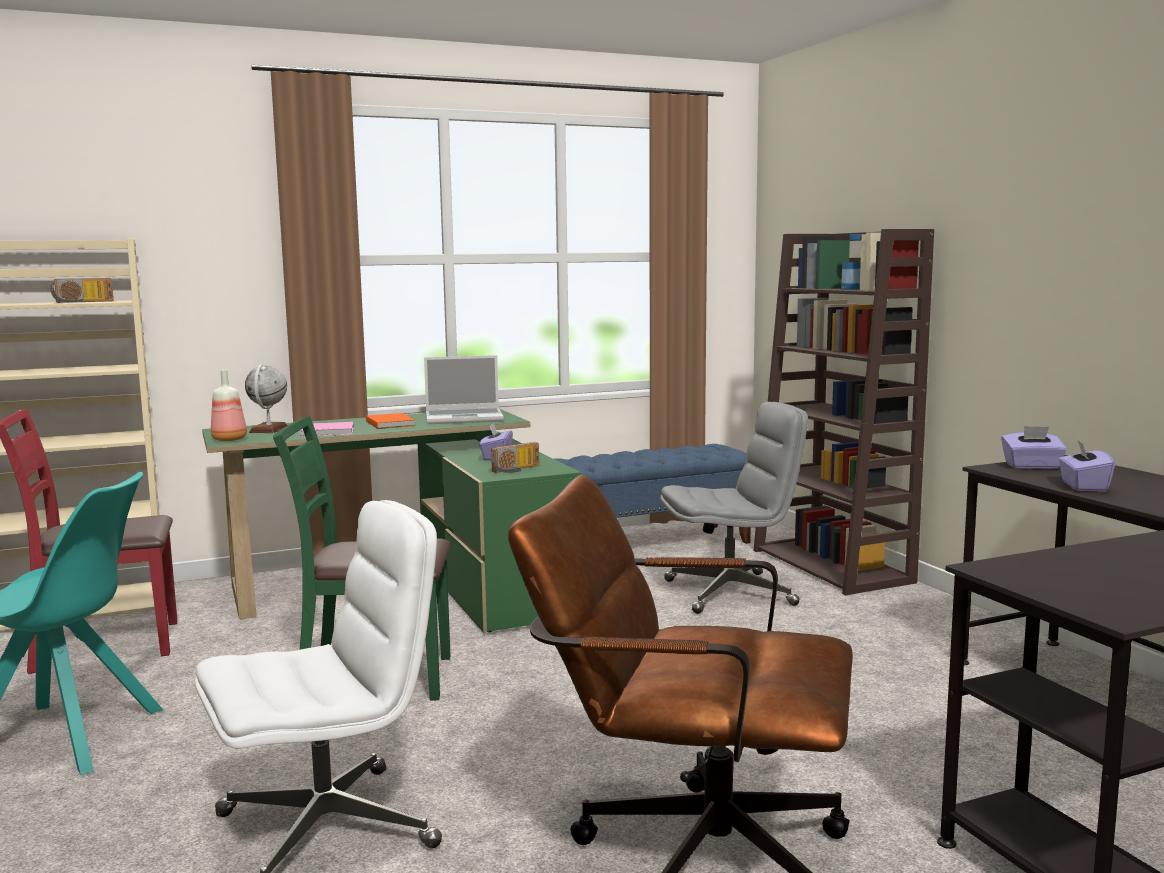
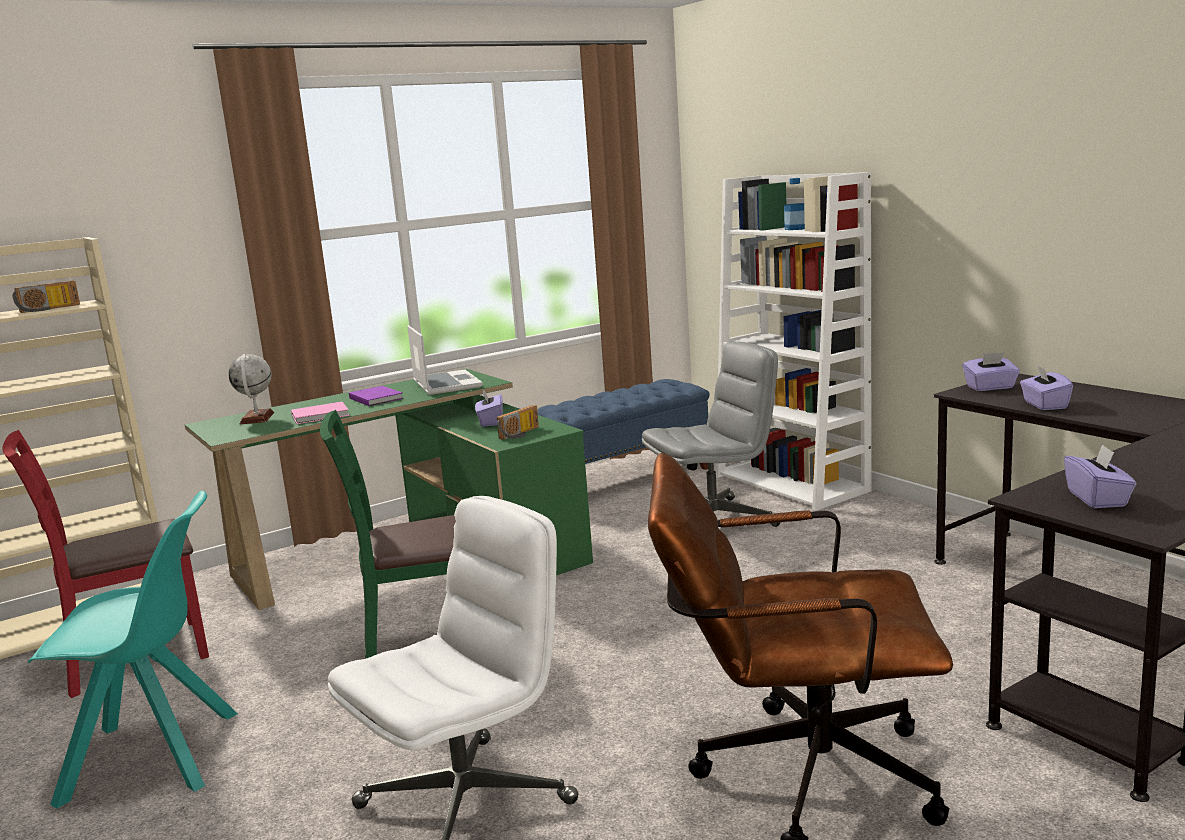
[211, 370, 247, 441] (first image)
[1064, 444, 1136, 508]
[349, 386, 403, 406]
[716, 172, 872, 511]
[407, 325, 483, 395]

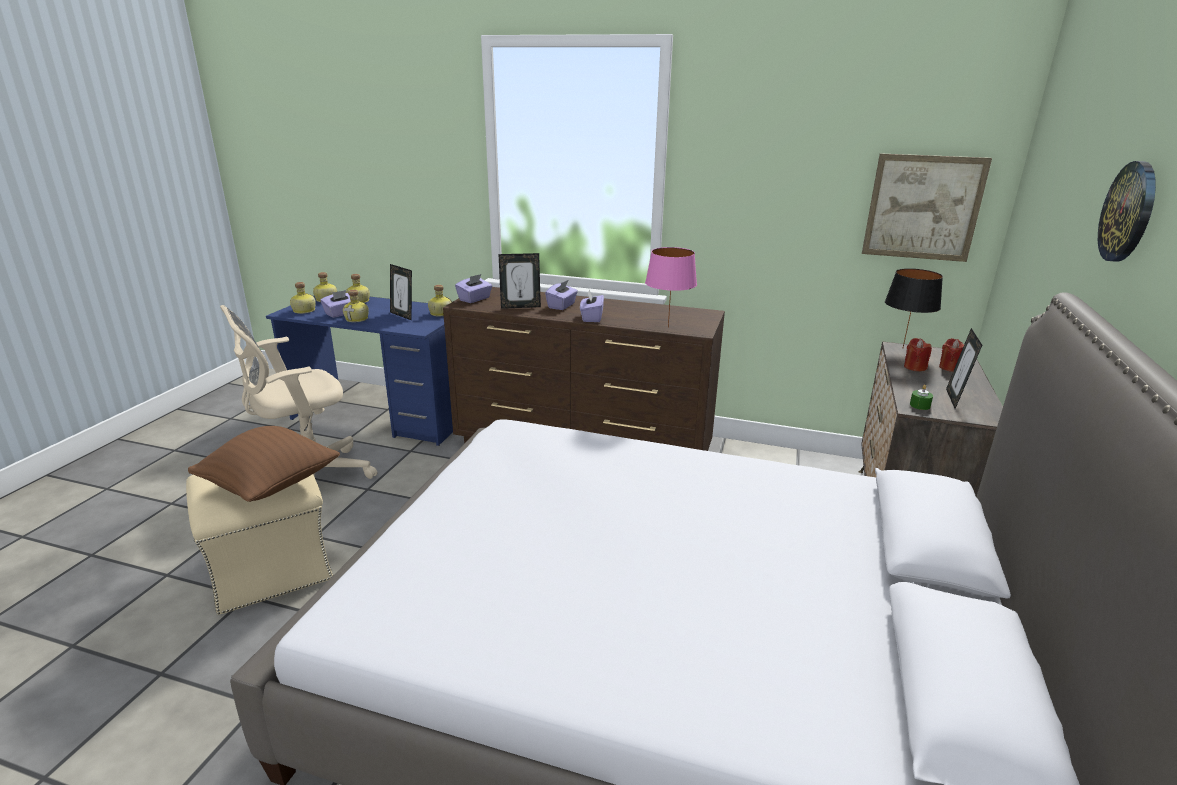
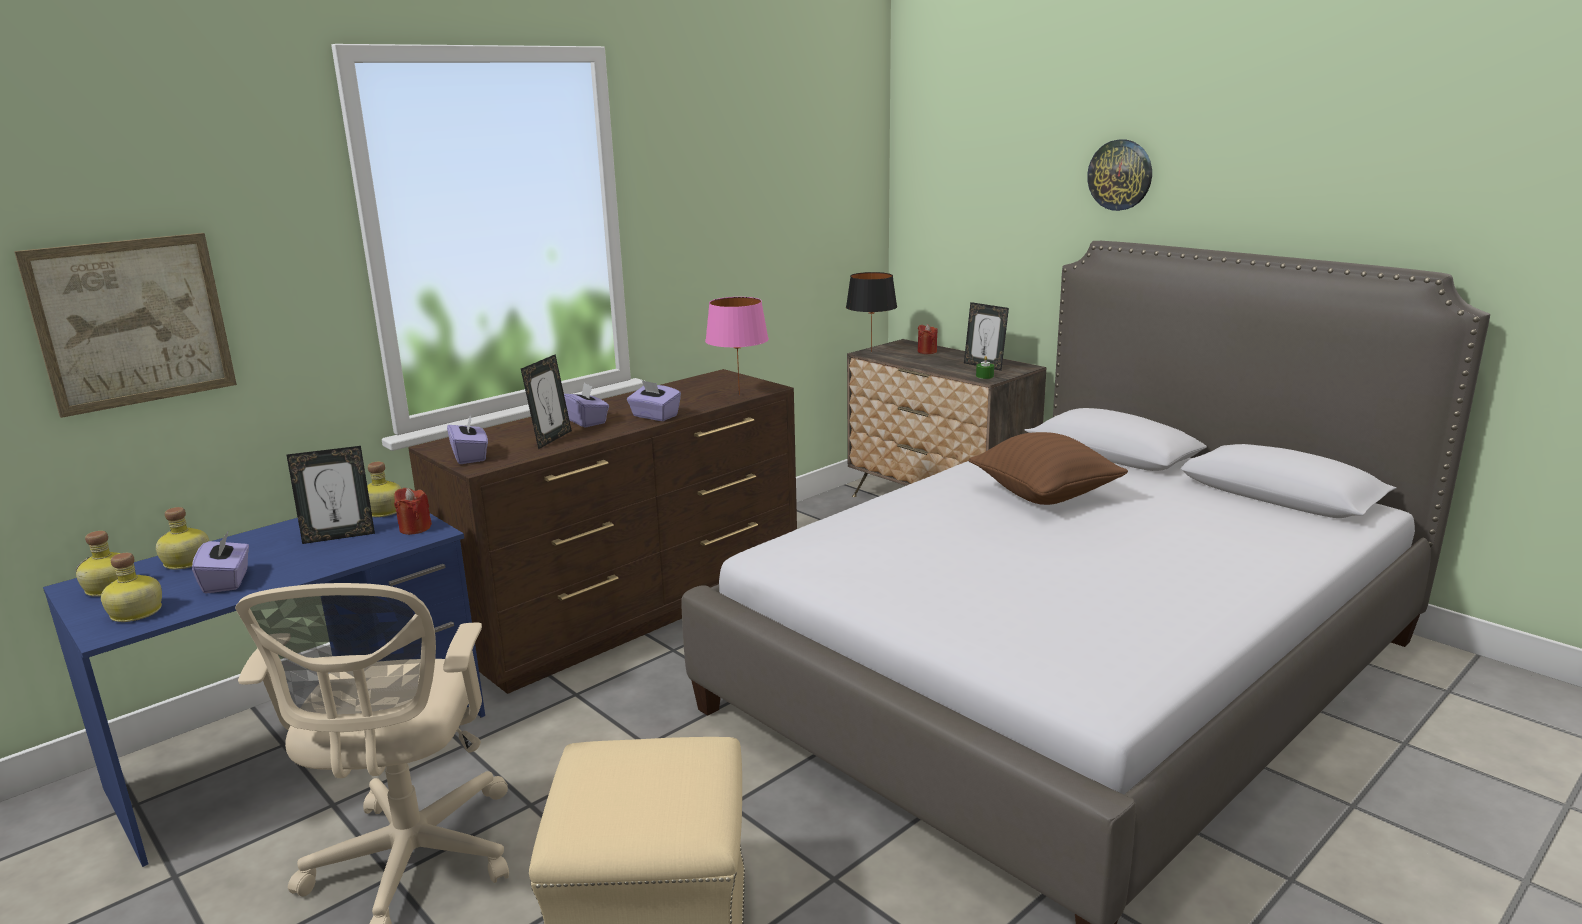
[343, 290, 369, 322] (first image)
[969, 432, 1128, 505]
[14, 233, 237, 418]
[394, 488, 432, 535]

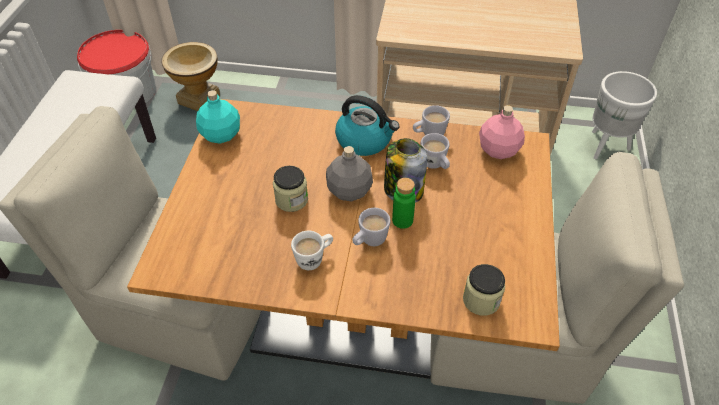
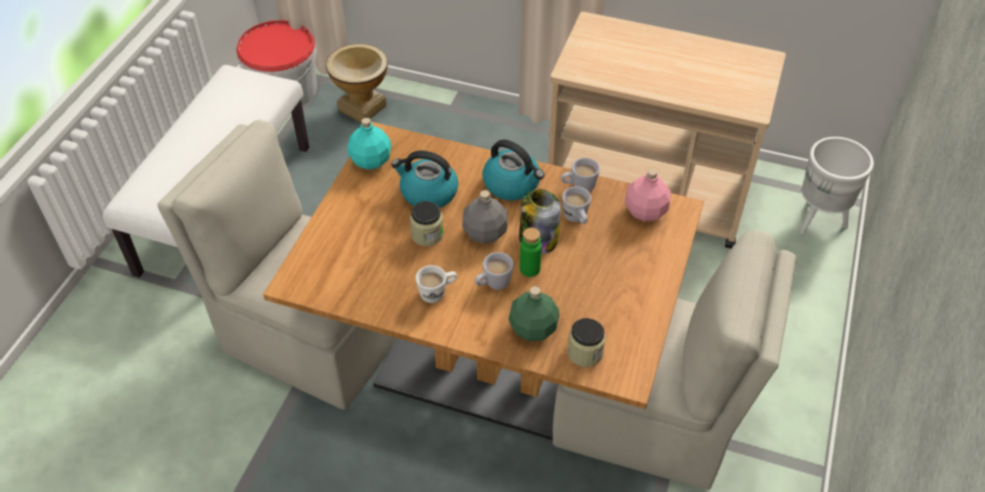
[391, 151, 458, 208]
[508, 286, 559, 341]

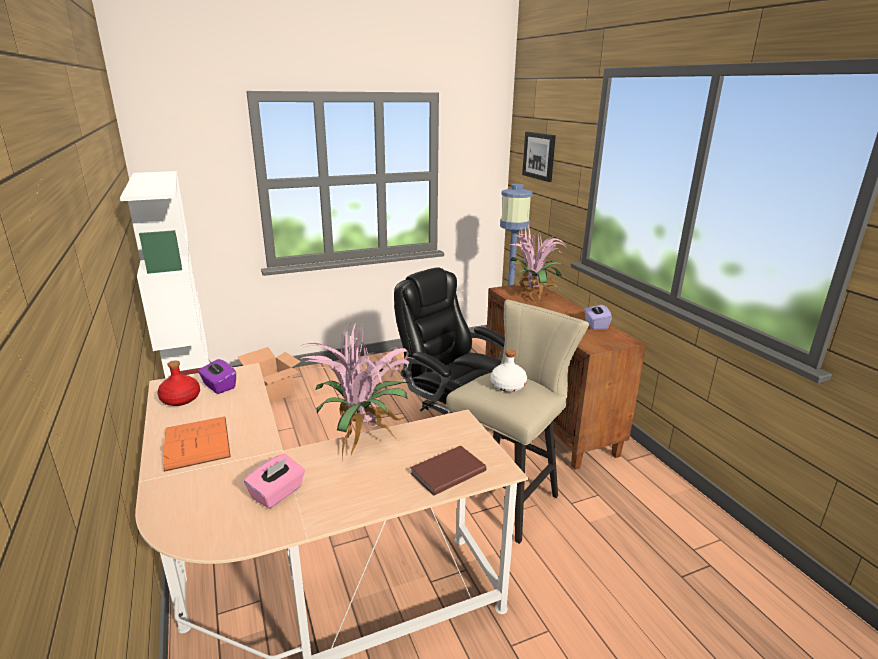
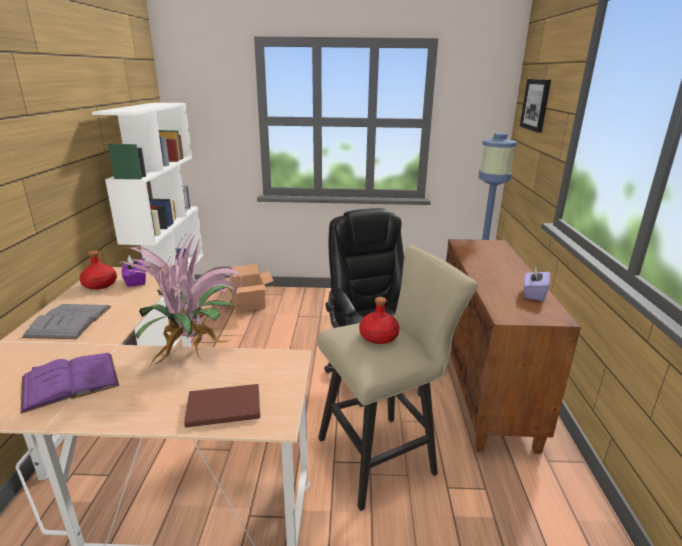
[505, 224, 566, 305] (first image)
[20, 353, 119, 414]
[22, 304, 111, 339]
[359, 297, 400, 344]

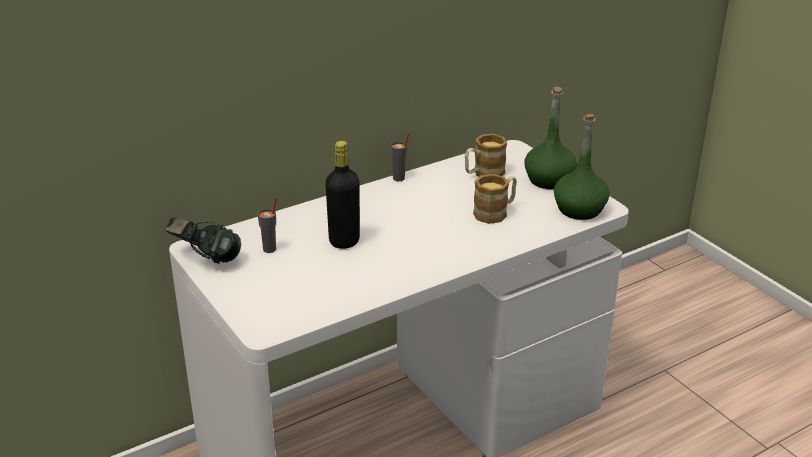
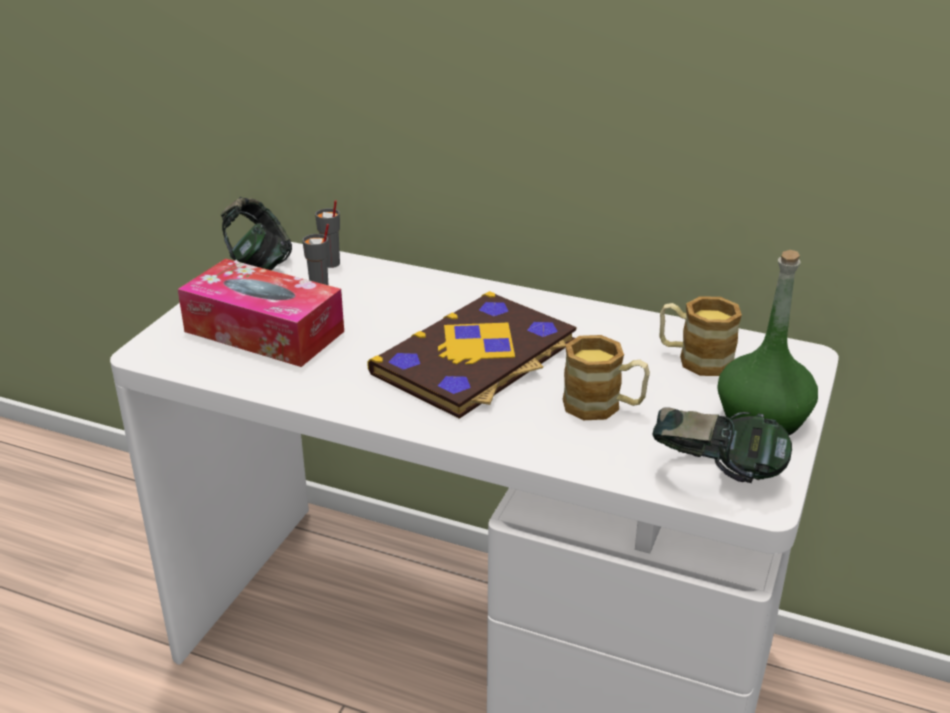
[325, 141, 360, 249] (first image)
[178, 259, 344, 367]
[367, 291, 576, 419]
[315, 200, 340, 268]
[653, 407, 792, 483]

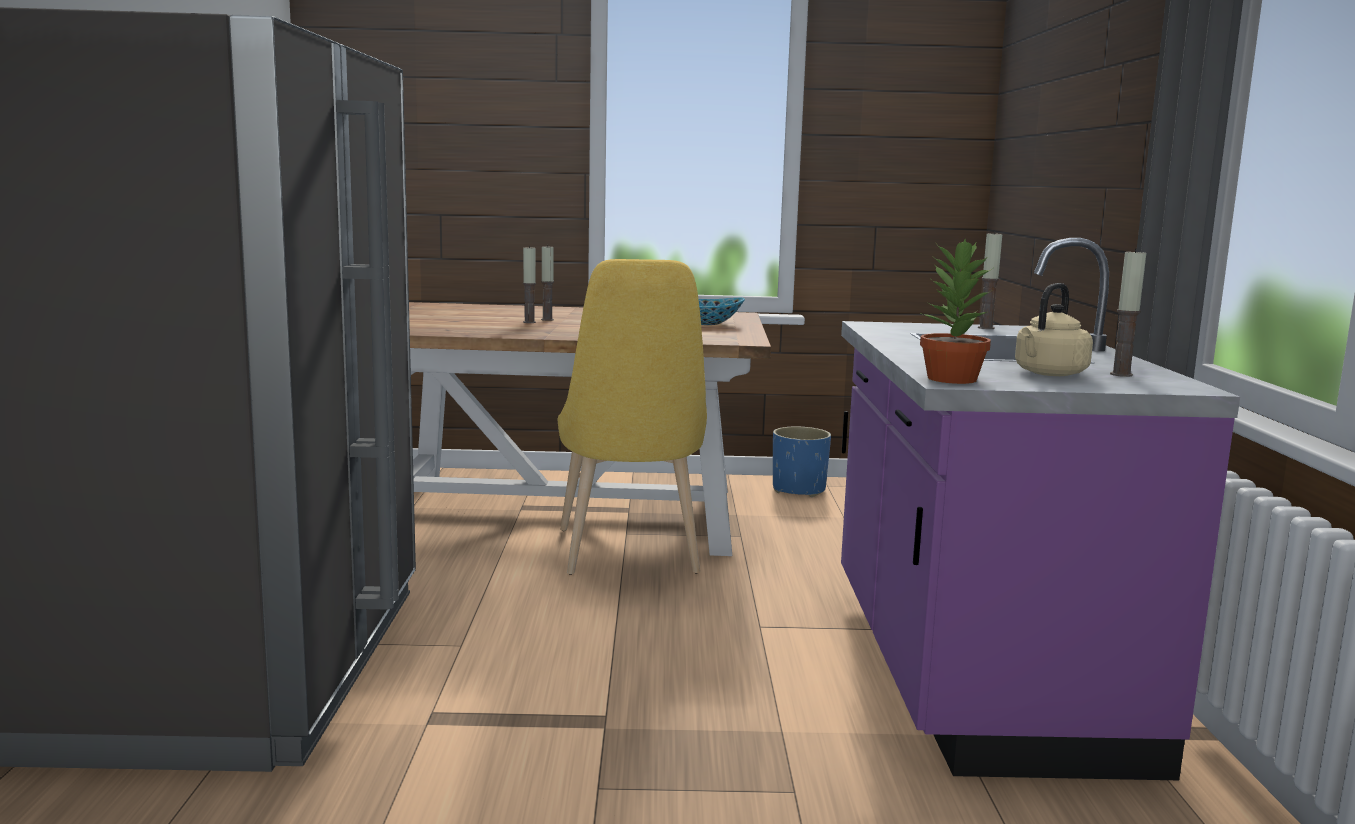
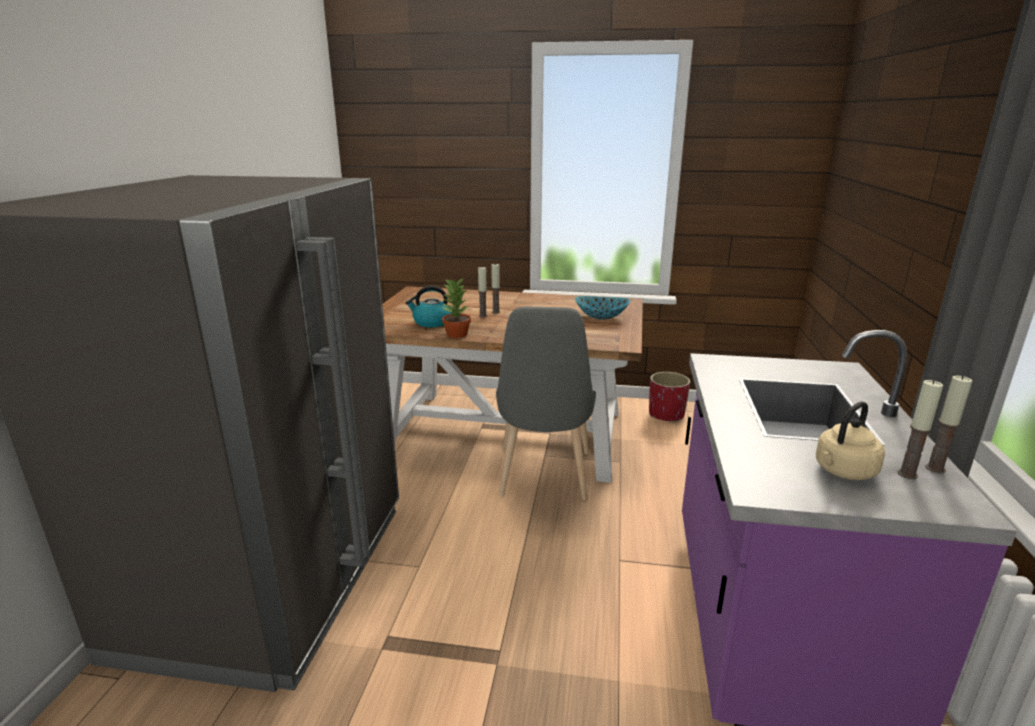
[406, 286, 452, 327]
[442, 279, 471, 338]
[925, 375, 972, 473]
[496, 307, 596, 500]
[649, 372, 690, 423]

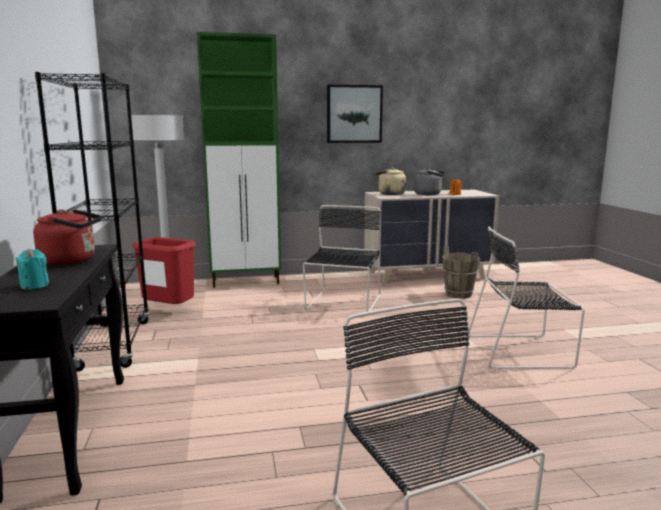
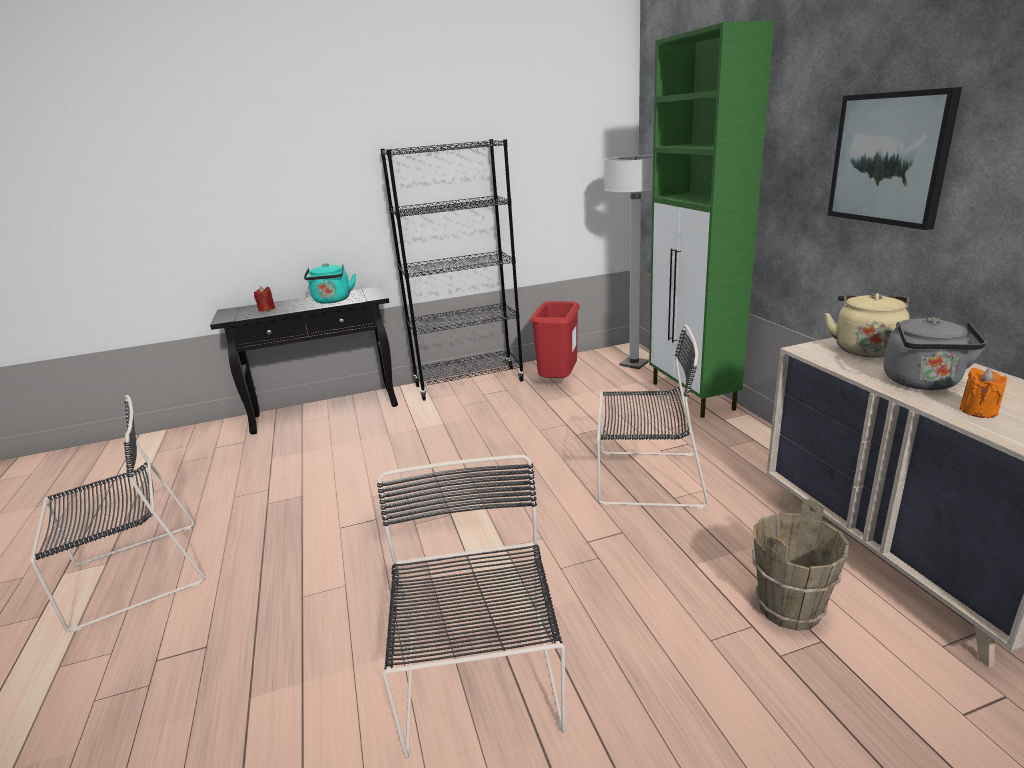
[254, 286, 275, 312]
[304, 263, 356, 304]

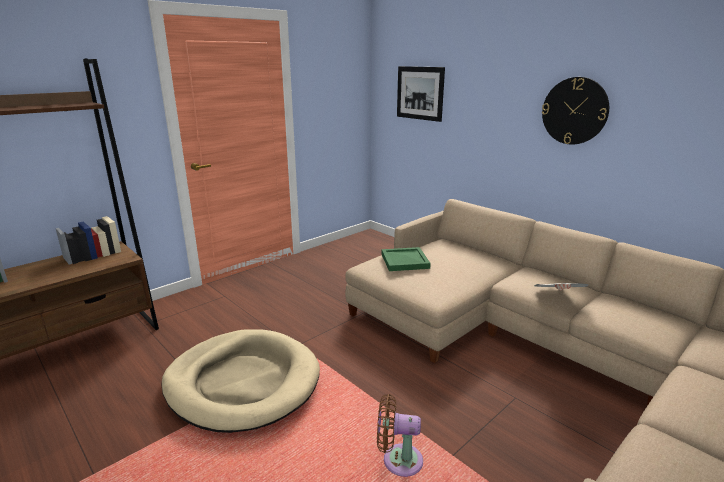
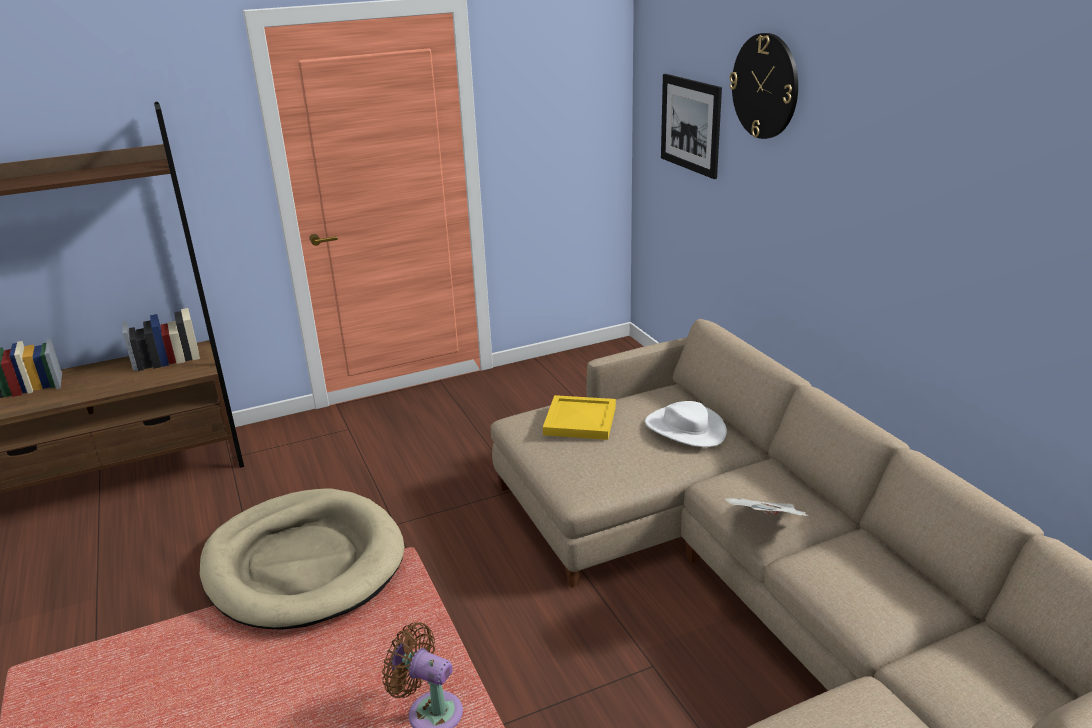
[645, 401, 727, 447]
[729, 33, 798, 139]
[543, 395, 616, 440]

